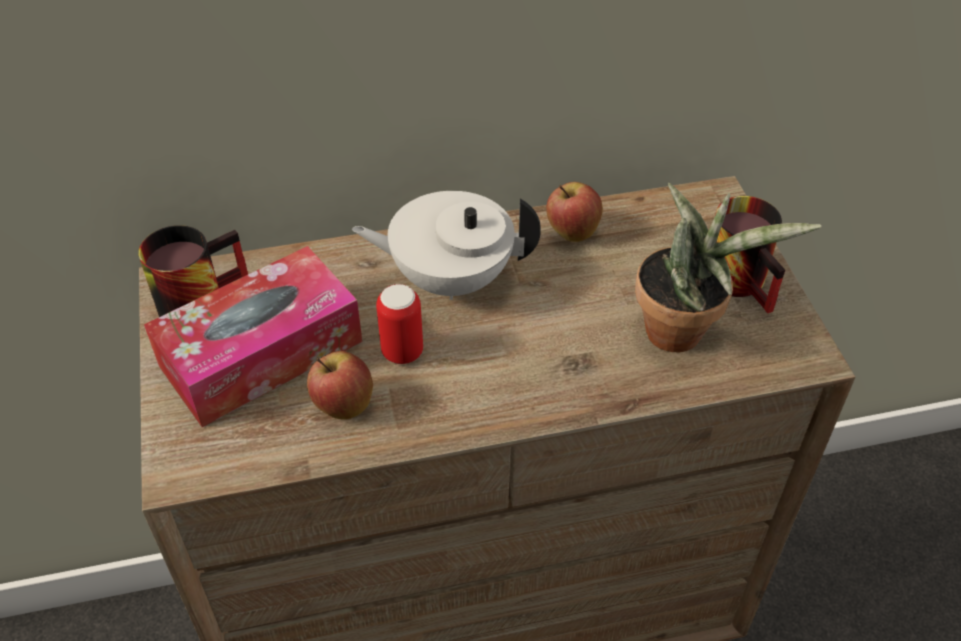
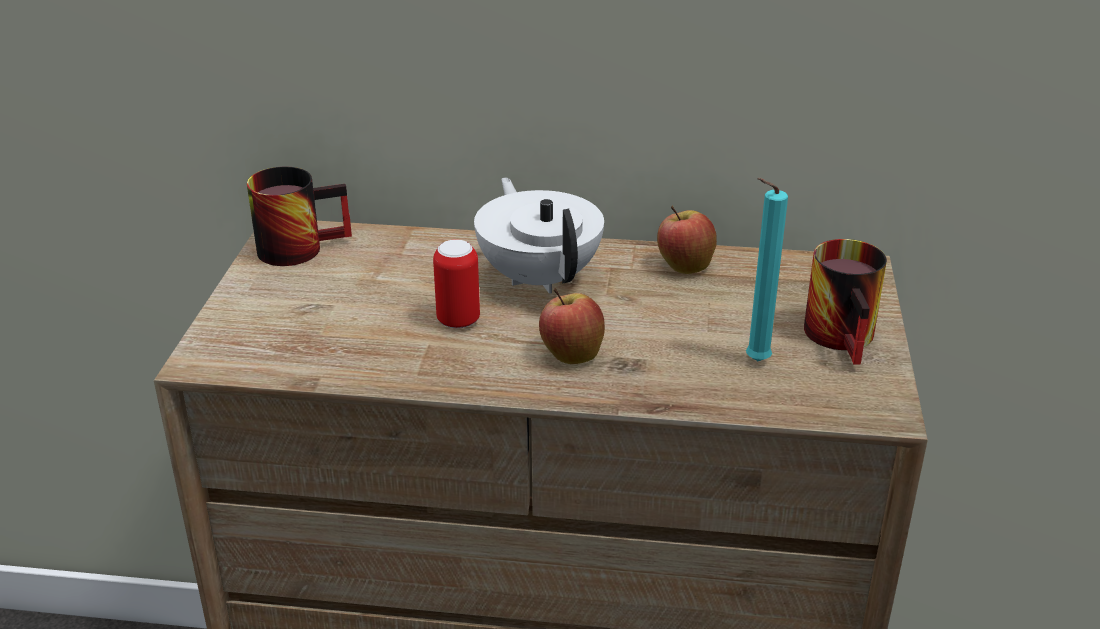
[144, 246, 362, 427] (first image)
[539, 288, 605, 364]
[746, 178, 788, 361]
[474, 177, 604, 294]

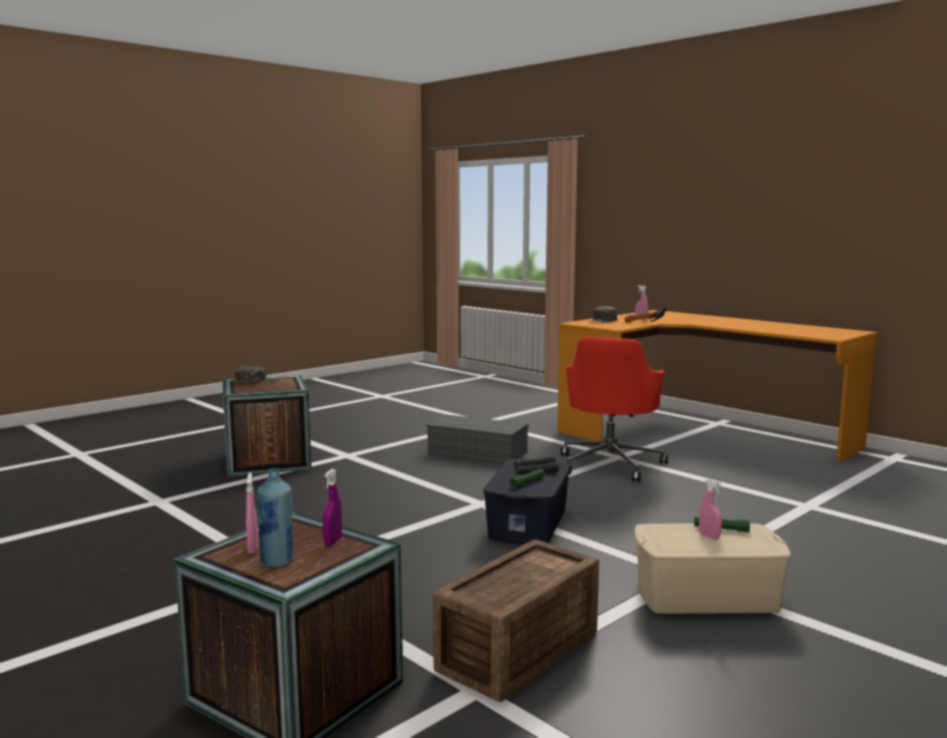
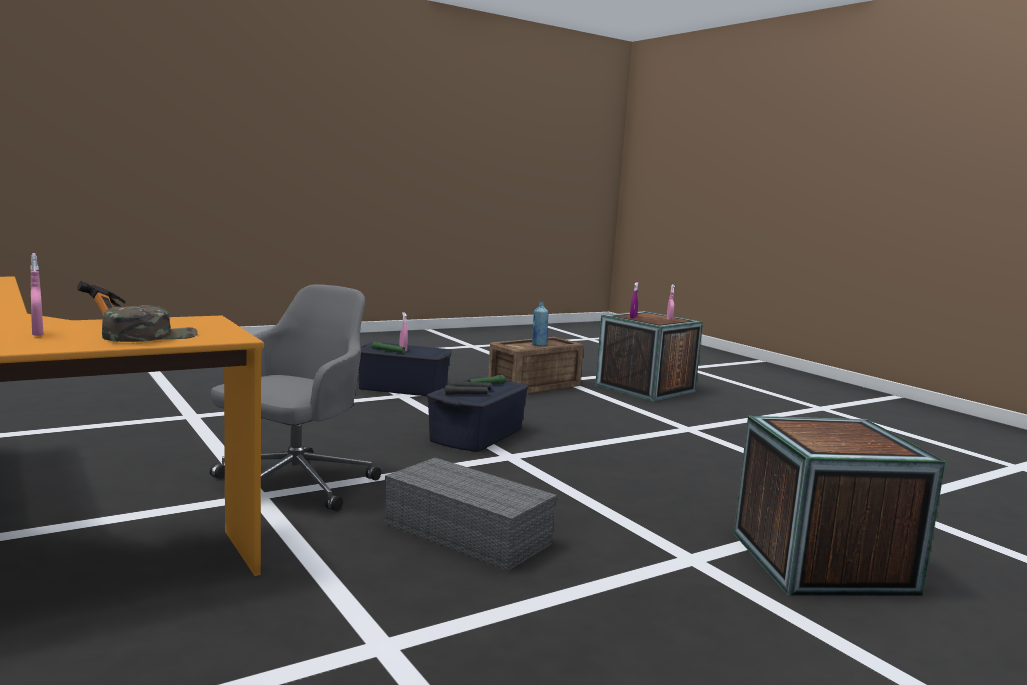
[235, 366, 280, 384] (first image)
[532, 302, 549, 347]
[210, 284, 381, 511]
[358, 343, 452, 396]

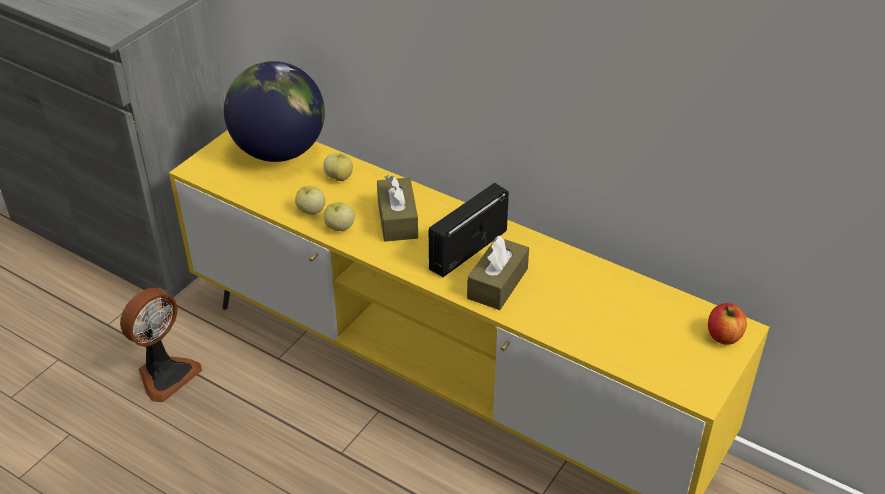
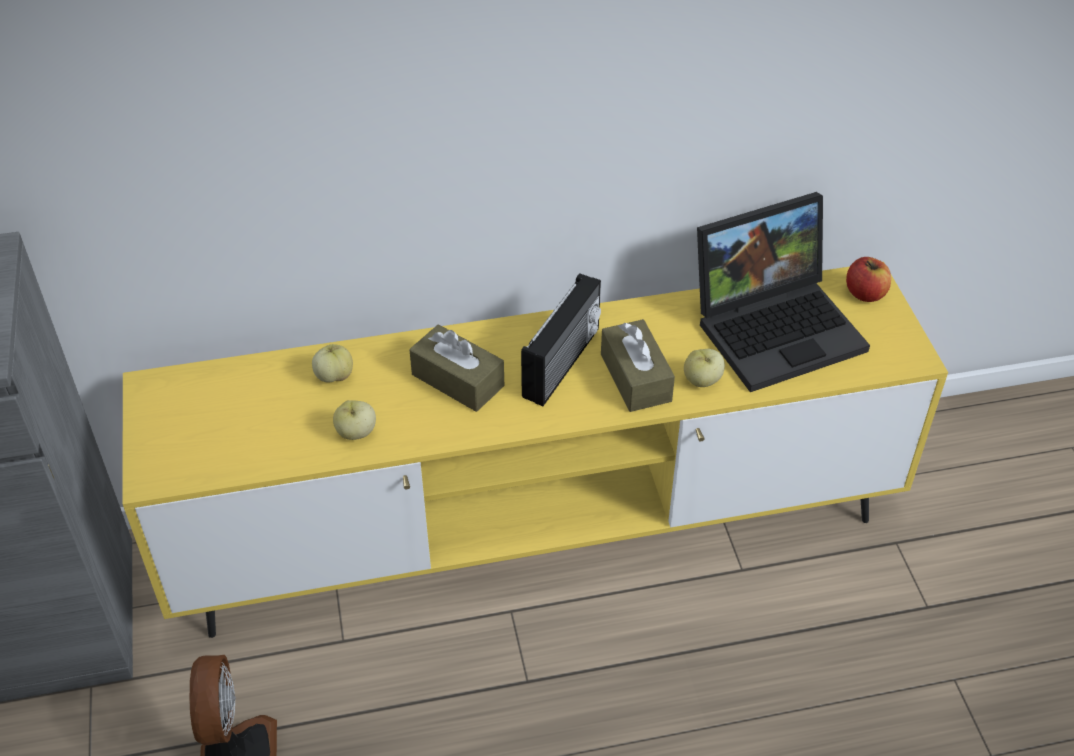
[224, 61, 325, 162] (first image)
[697, 192, 870, 392]
[684, 349, 725, 387]
[521, 273, 601, 406]

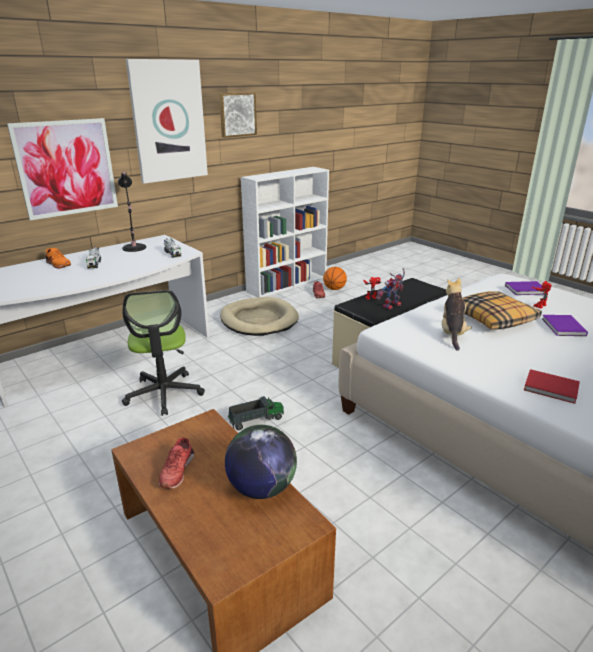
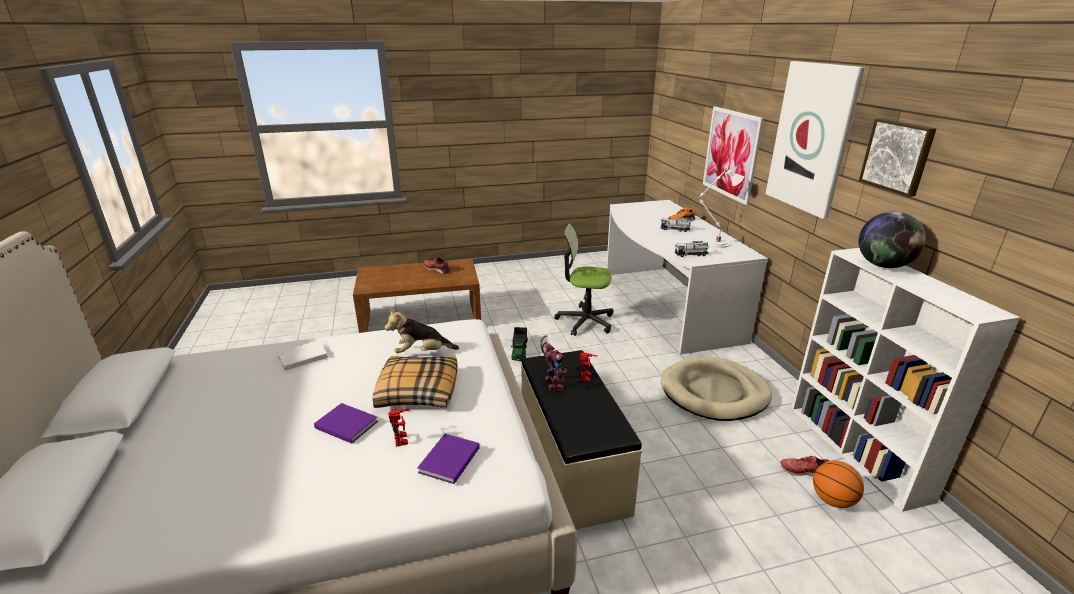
[859, 211, 926, 268]
[697, 169, 744, 248]
[277, 340, 328, 371]
[385, 309, 459, 353]

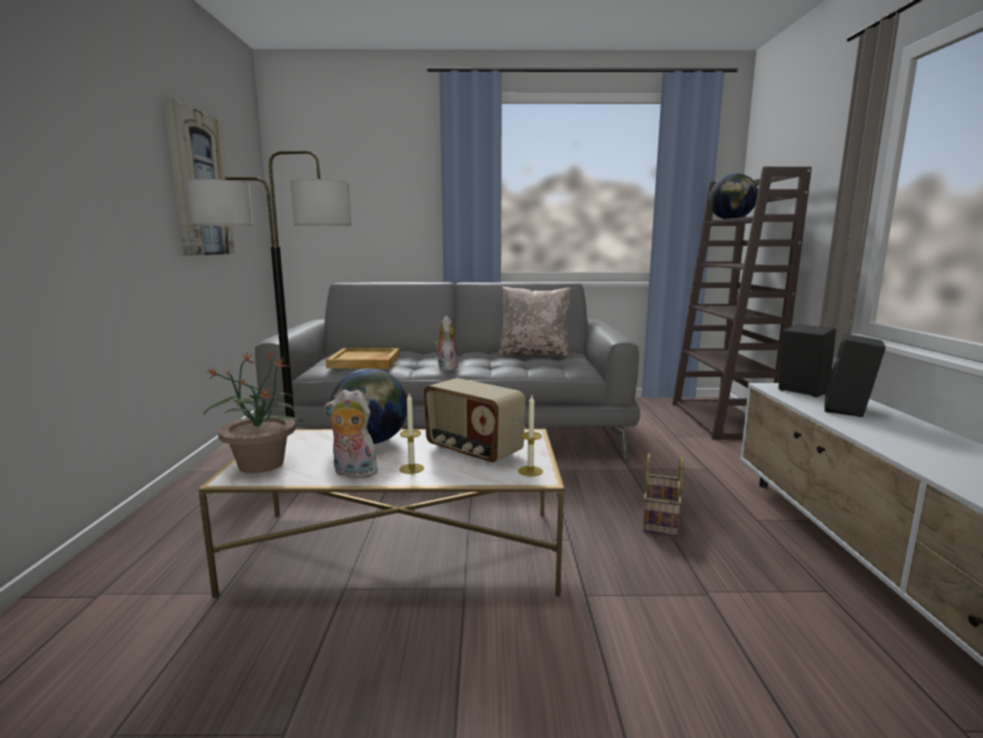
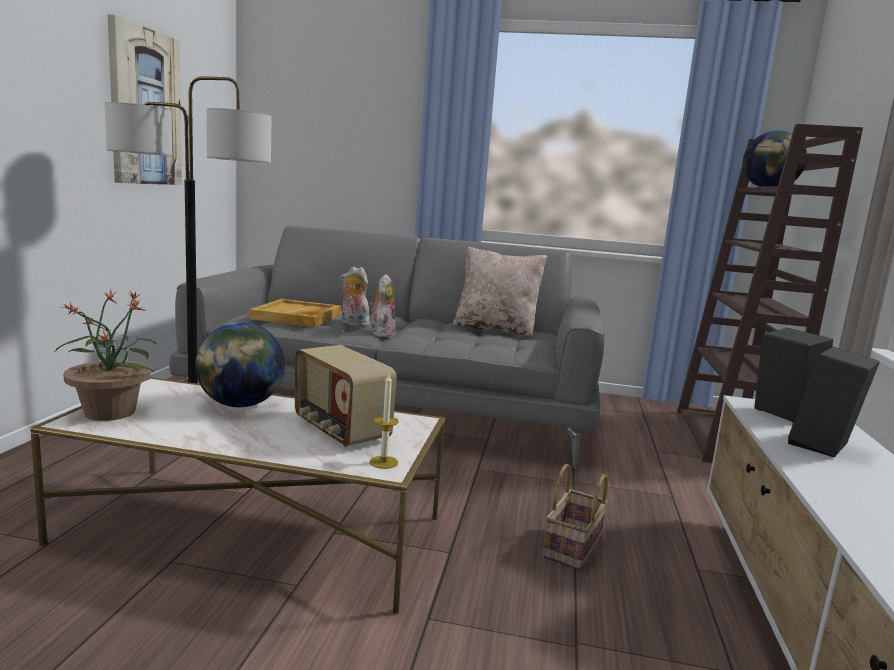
[400, 394, 424, 474] (first image)
[339, 267, 370, 326]

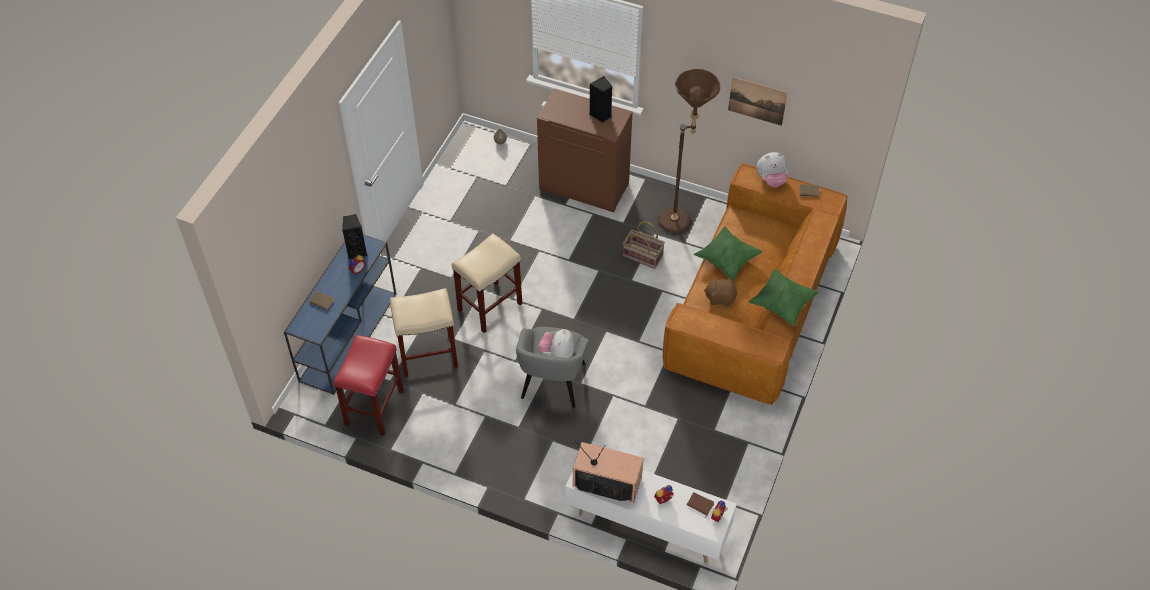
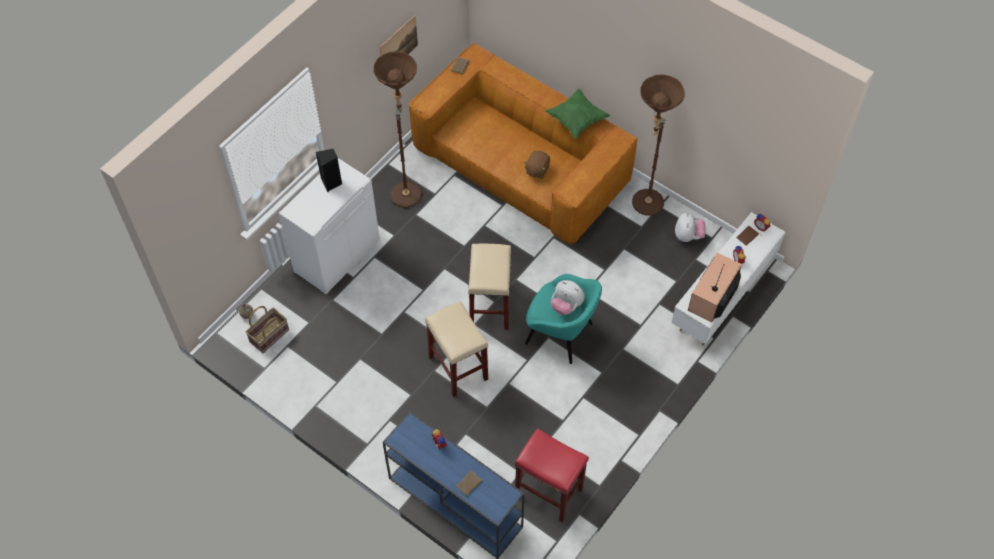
[342, 214, 368, 259] (first image)
[694, 226, 763, 281] (first image)
[632, 74, 685, 216]
[468, 244, 512, 330]
[246, 306, 289, 353]
[675, 213, 706, 242]
[525, 274, 602, 364]
[279, 158, 380, 294]

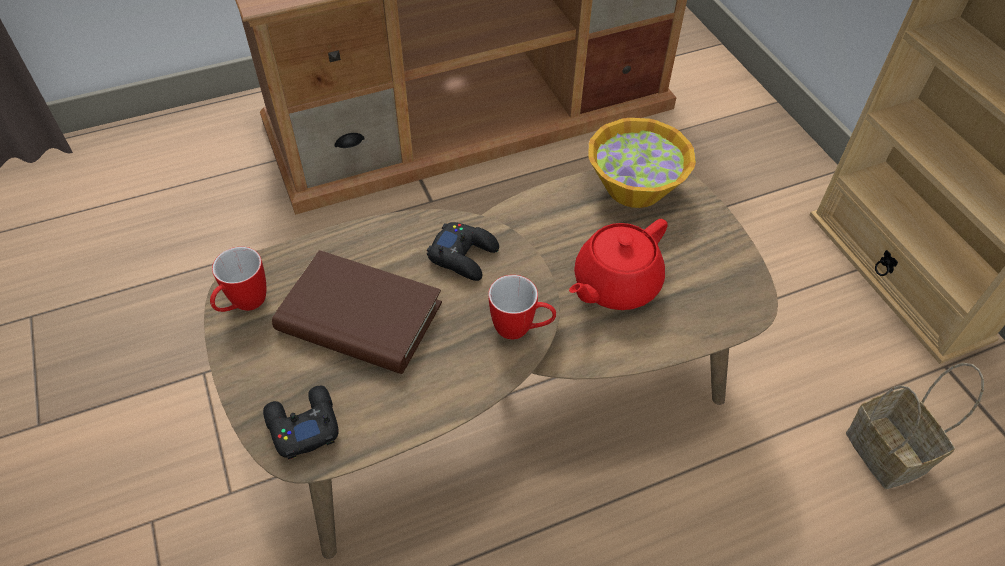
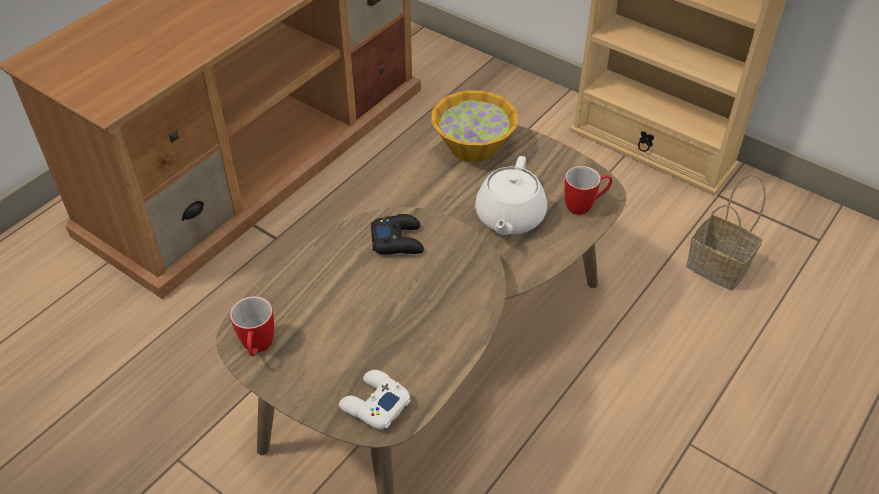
[272, 250, 442, 374] (first image)
[565, 166, 612, 215]
[339, 370, 411, 429]
[475, 156, 547, 235]

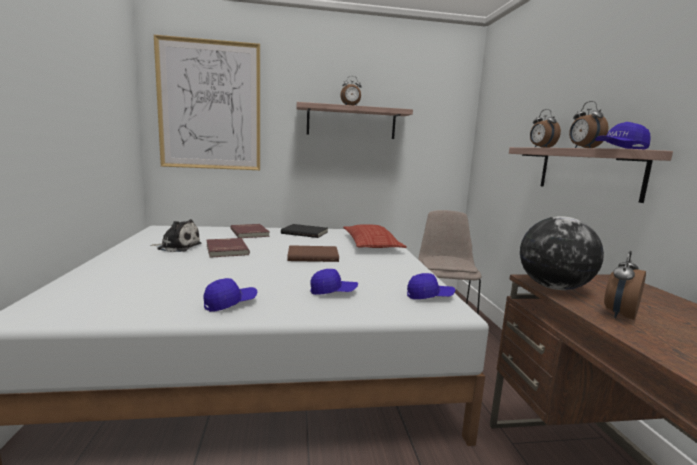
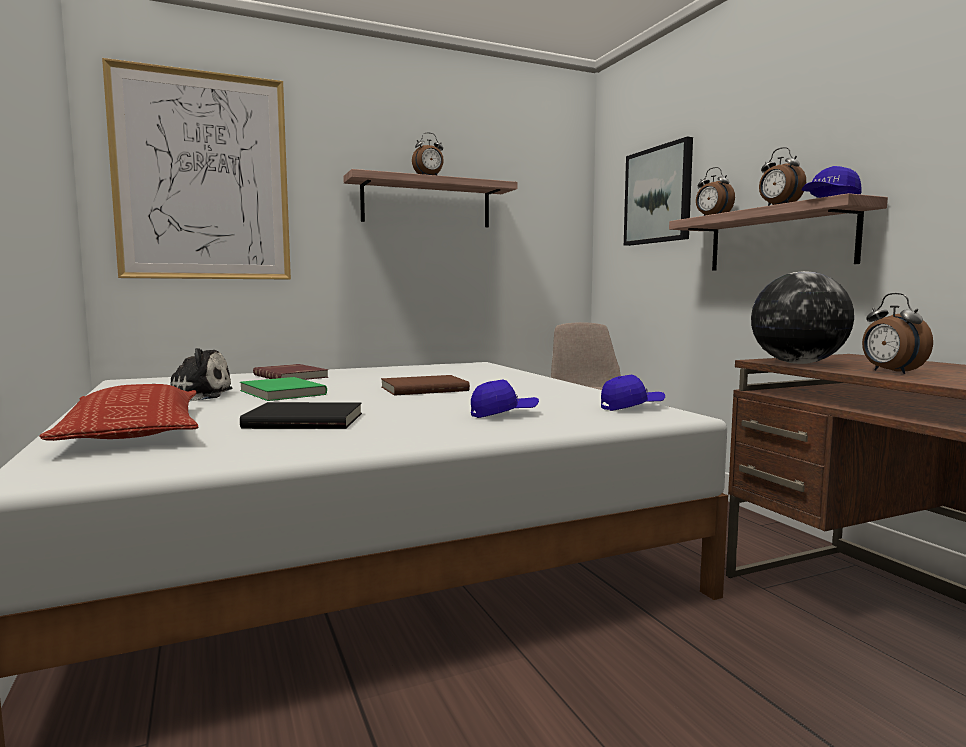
[204, 278, 257, 312] (first image)
[624, 137, 693, 246]
[240, 402, 362, 429]
[39, 384, 198, 441]
[240, 377, 327, 401]
[862, 293, 933, 374]

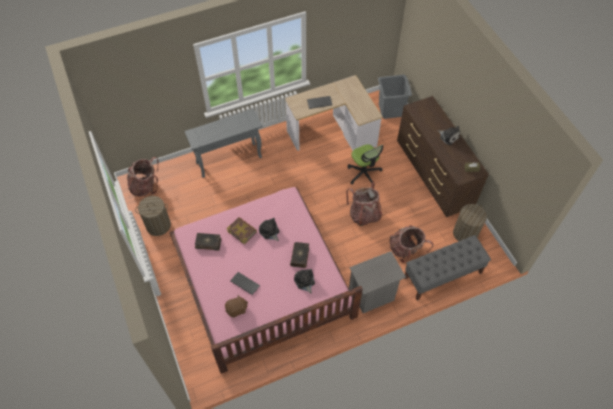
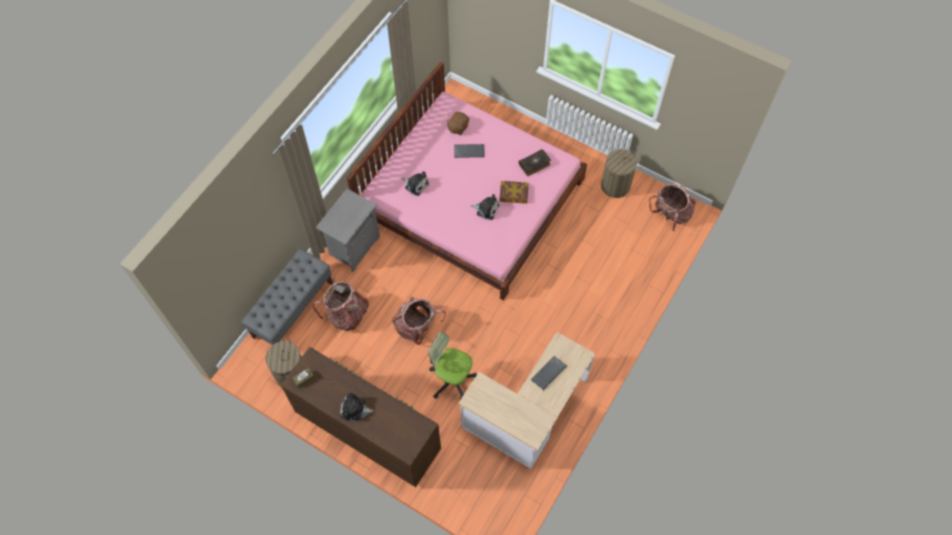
[185, 109, 263, 178] (first image)
[290, 242, 309, 268] (first image)
[378, 75, 412, 119] (first image)

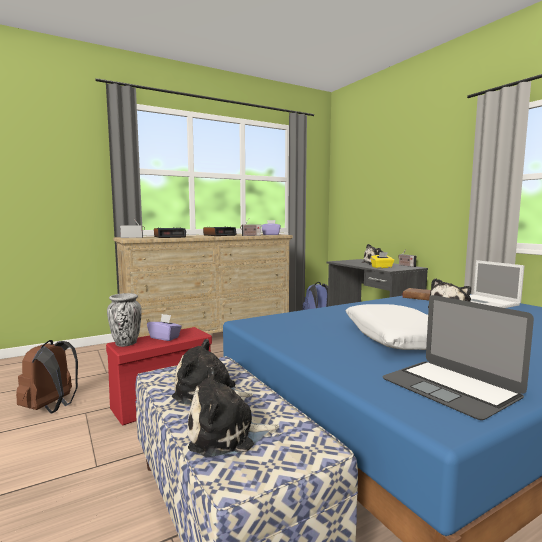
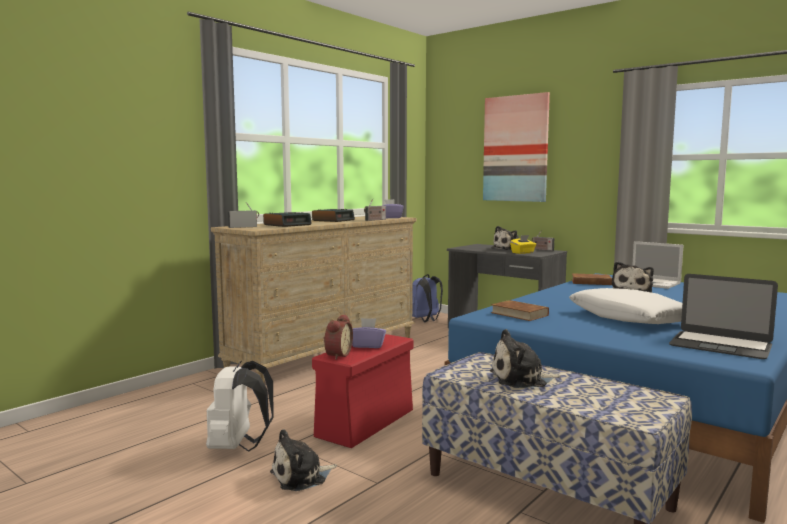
[483, 92, 550, 202]
[491, 300, 549, 321]
[270, 429, 337, 491]
[324, 314, 353, 360]
[206, 361, 273, 452]

